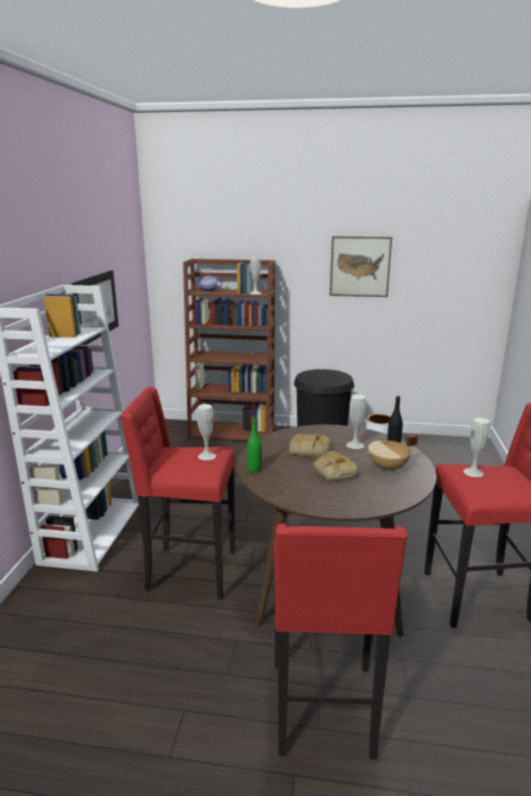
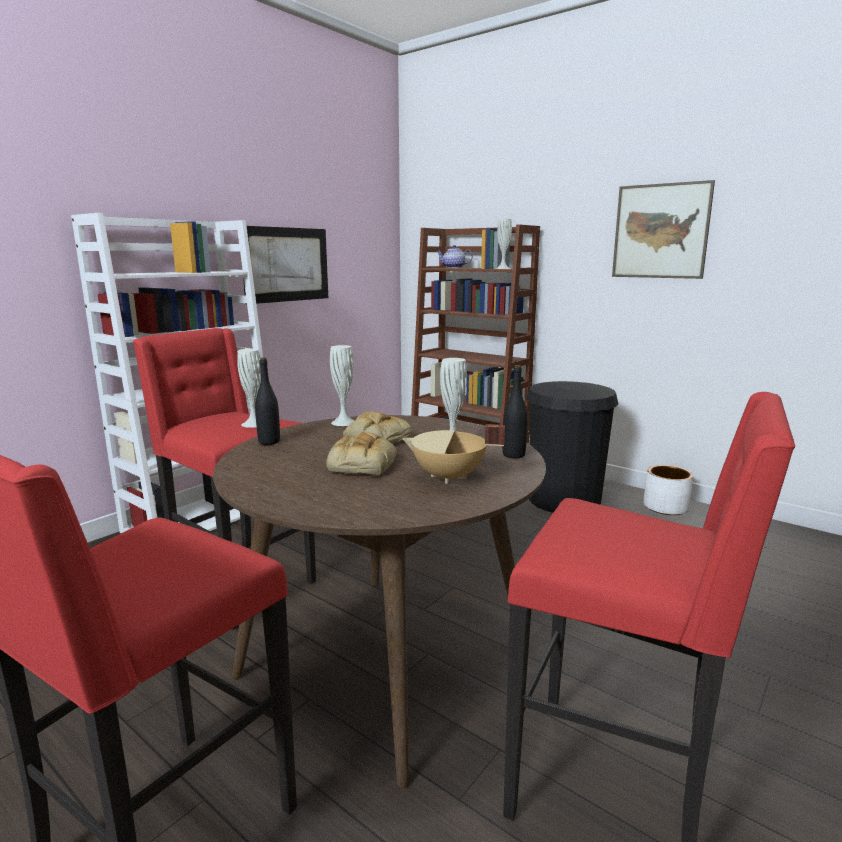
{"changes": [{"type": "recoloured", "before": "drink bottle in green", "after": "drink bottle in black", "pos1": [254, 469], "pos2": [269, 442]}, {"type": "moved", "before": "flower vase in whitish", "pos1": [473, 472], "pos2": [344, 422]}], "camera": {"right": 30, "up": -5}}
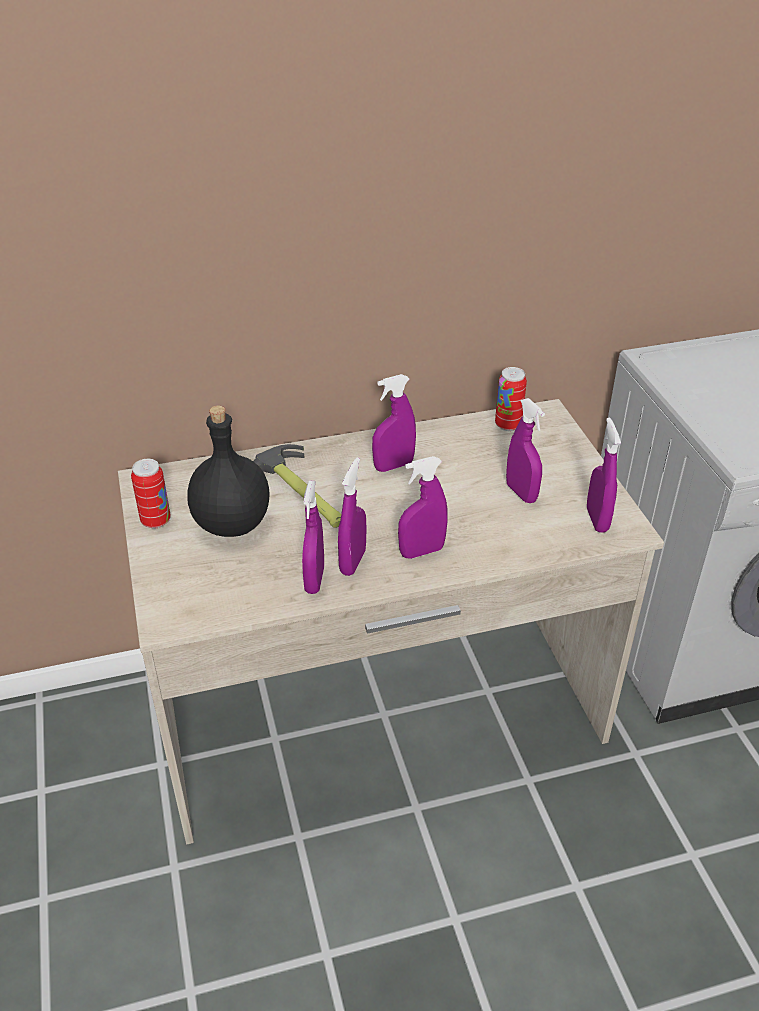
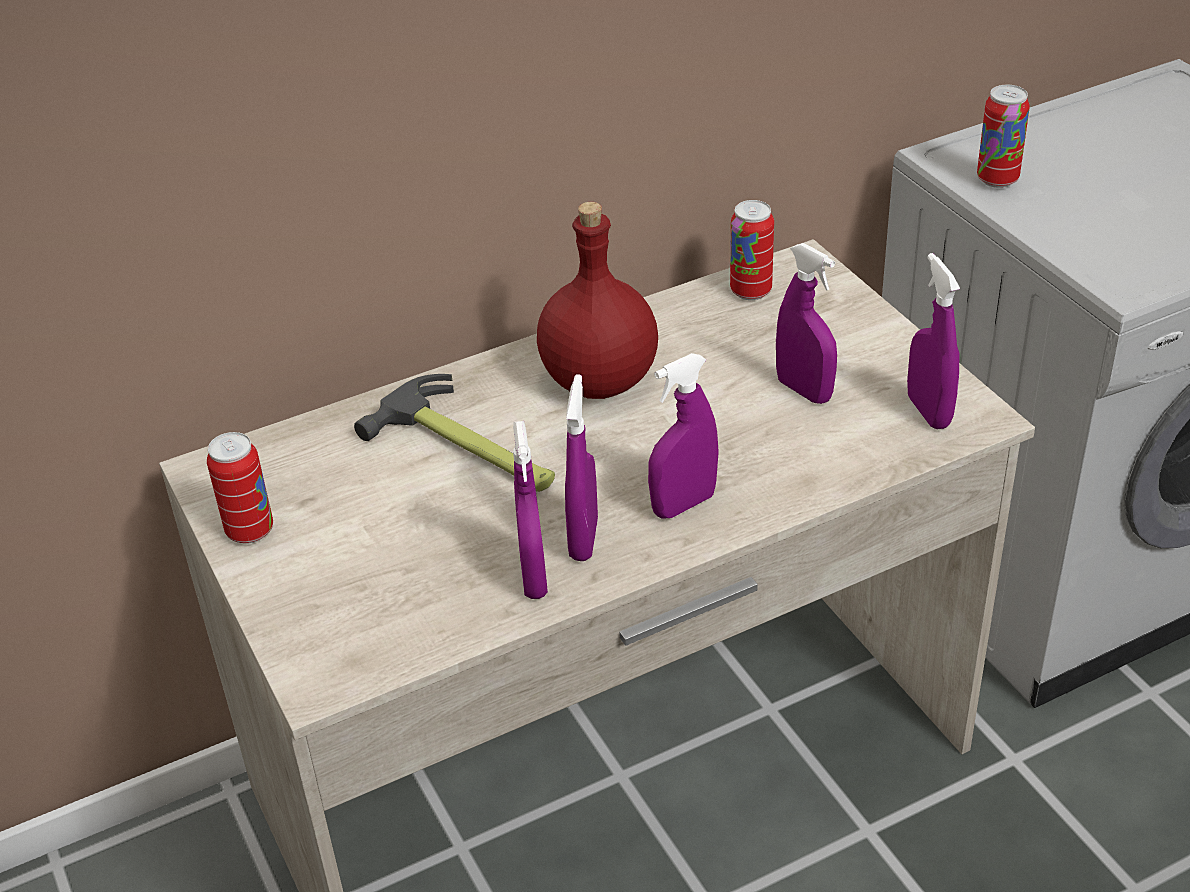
{"changes": [{"type": "replaced", "before": "spray bottle in purple", "after": "drink bottle in reddish", "pos1": [393, 466], "pos2": [597, 382]}, {"type": "added", "after": "can", "pos2": [997, 179]}, {"type": "removed", "before": "drink bottle in black", "pos1": [231, 523]}], "camera": {"right": -10, "up": 0}}
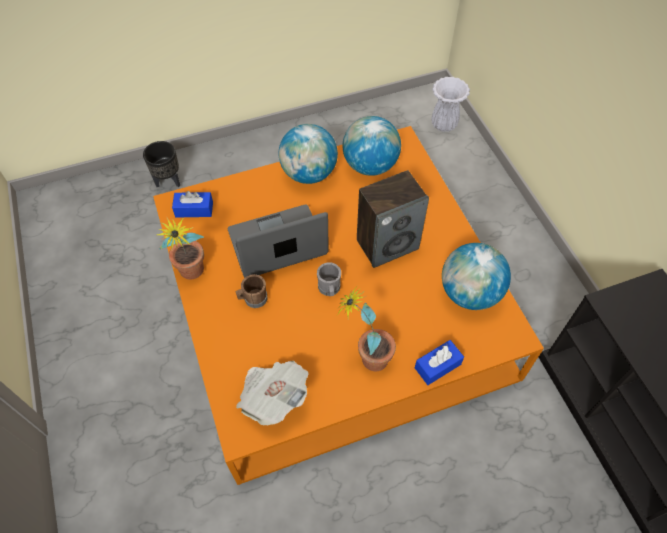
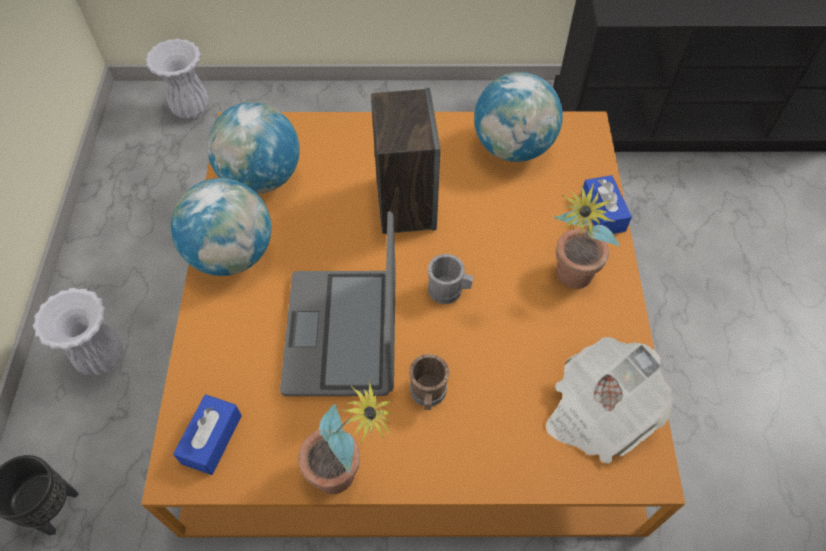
{"changes": [{"type": "added", "after": "flower vase in whitish", "pos2": [101, 357]}], "camera": {"right": -70, "up": 0}}
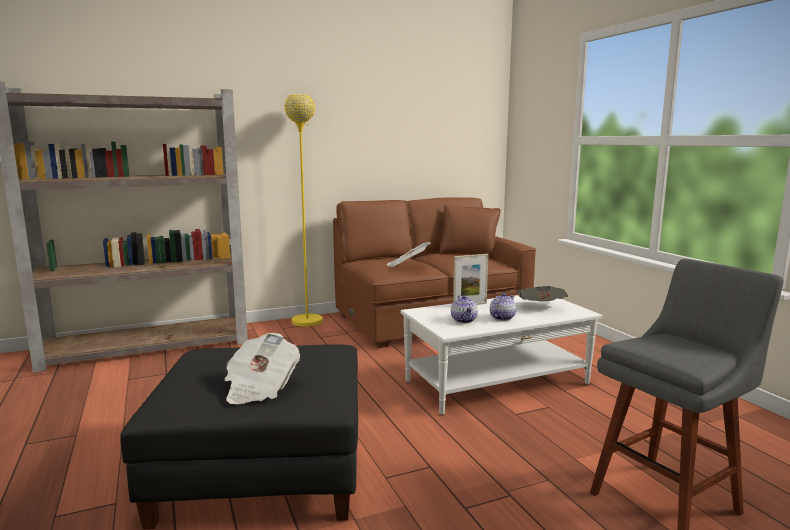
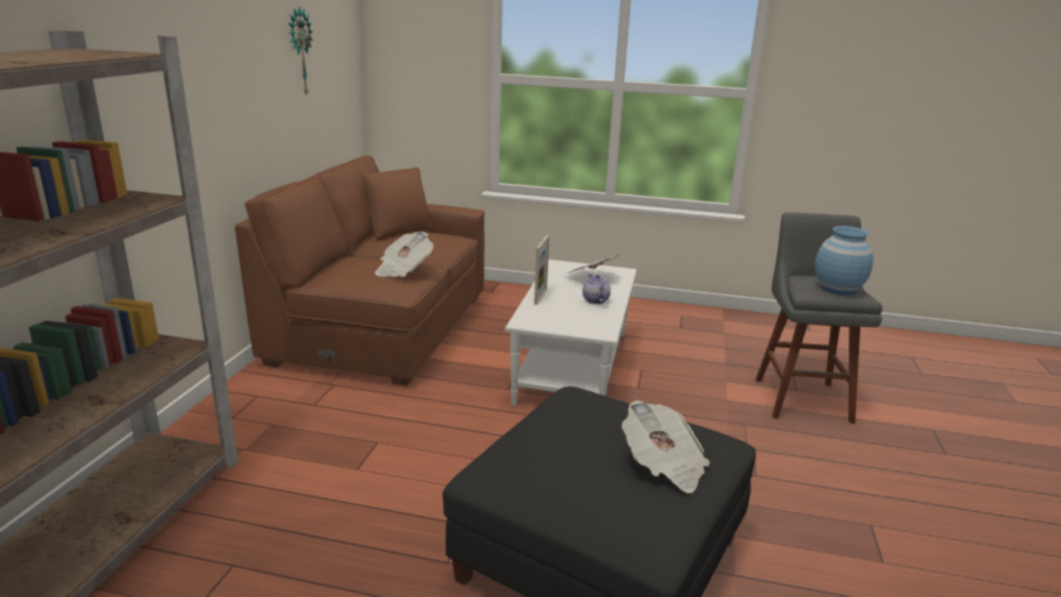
{"changes": [{"type": "added", "after": "hanging clock", "pos2": [299, 52]}, {"type": "added", "after": "flower vase in bluish", "pos2": [838, 288]}, {"type": "removed", "before": "standing lamp in yellowish", "pos1": [307, 321]}, {"type": "removed", "before": "tea pot", "pos1": [464, 320]}], "camera": {"right": -55, "up": 10}}
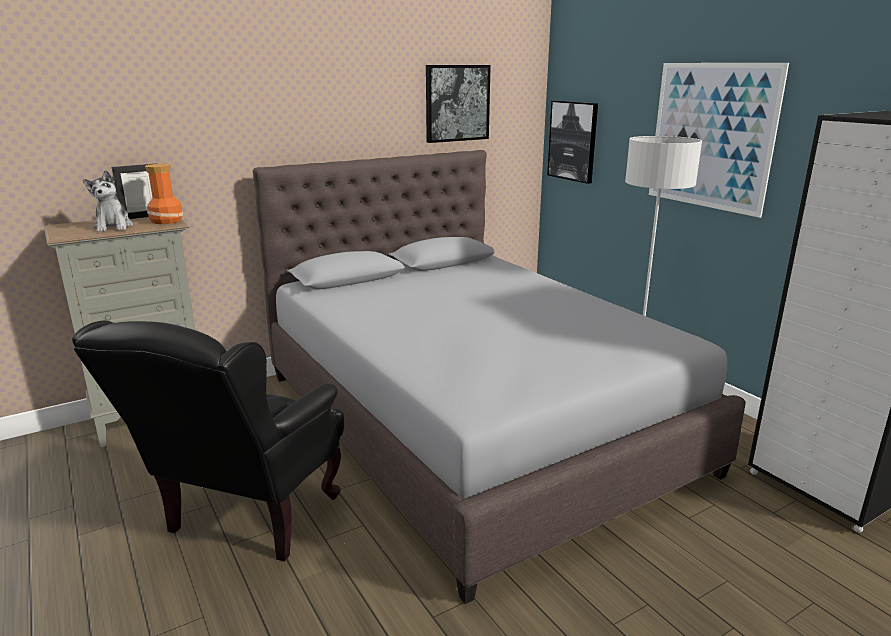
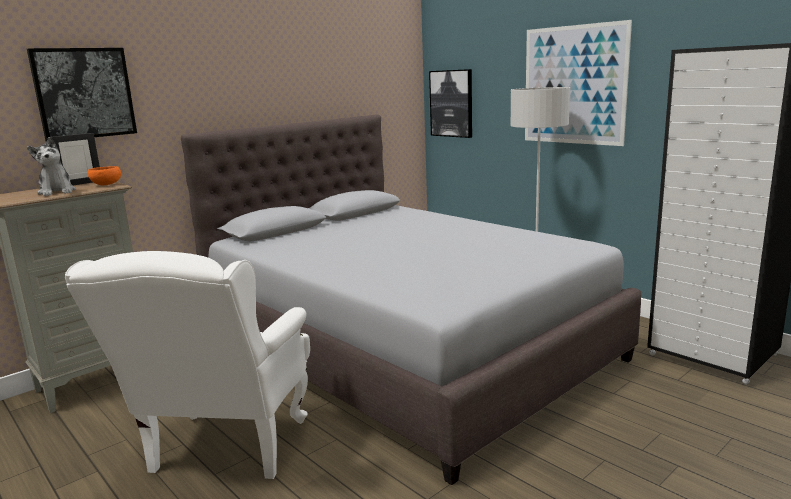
{"changes": [{"type": "moved", "before": "wall art", "pos1": [457, 103], "pos2": [84, 93]}, {"type": "recoloured", "before": "armchair in black", "after": "armchair in whitish", "pos1": [244, 525], "pos2": [223, 455]}, {"type": "replaced", "before": "flower vase", "after": "bowl in orangey", "pos1": [165, 221], "pos2": [106, 184]}], "camera": {"right": -10, "up": -5}}
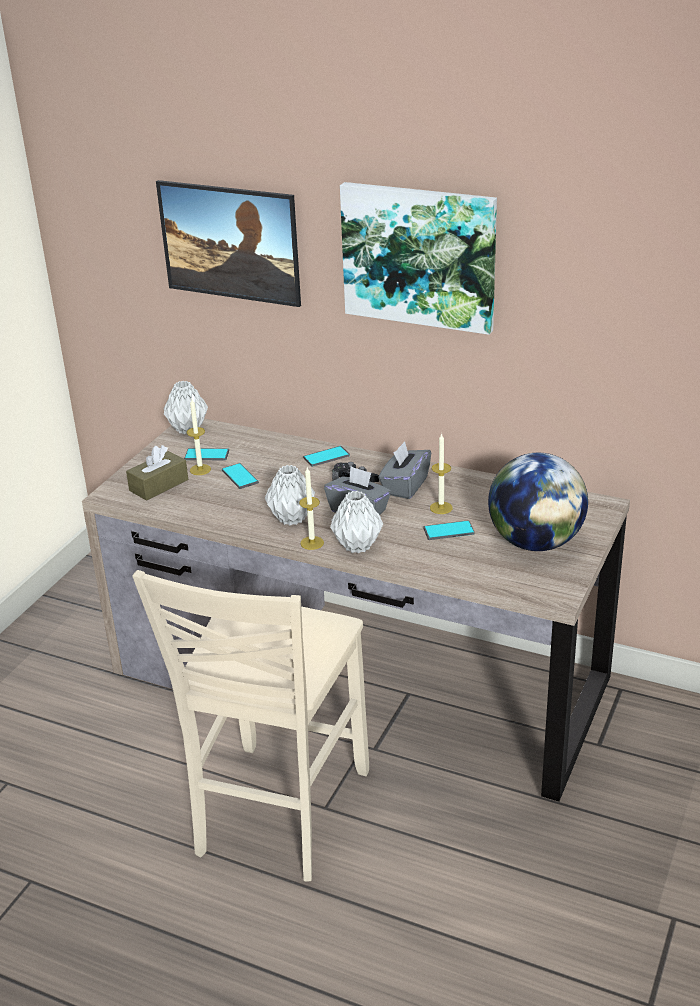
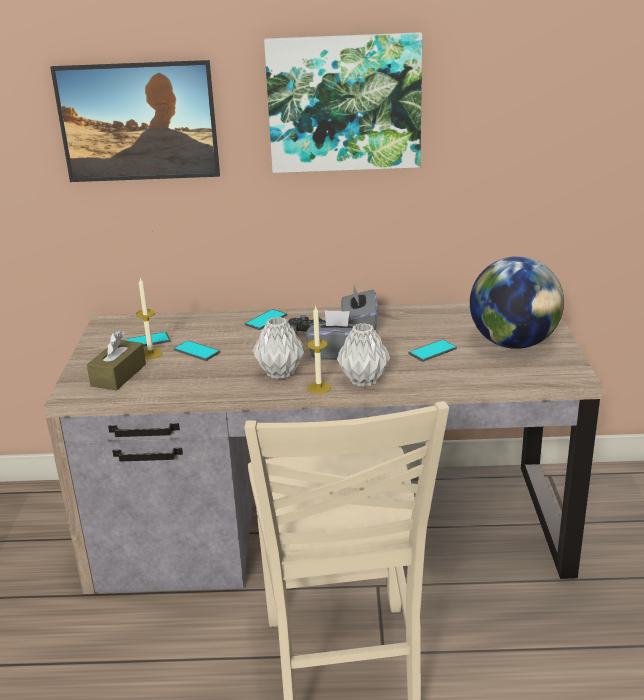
{"changes": [{"type": "removed", "before": "flower vase in gray", "pos1": [187, 429]}, {"type": "removed", "before": "wax candle", "pos1": [441, 508]}], "camera": {"right": -25, "up": -5}}
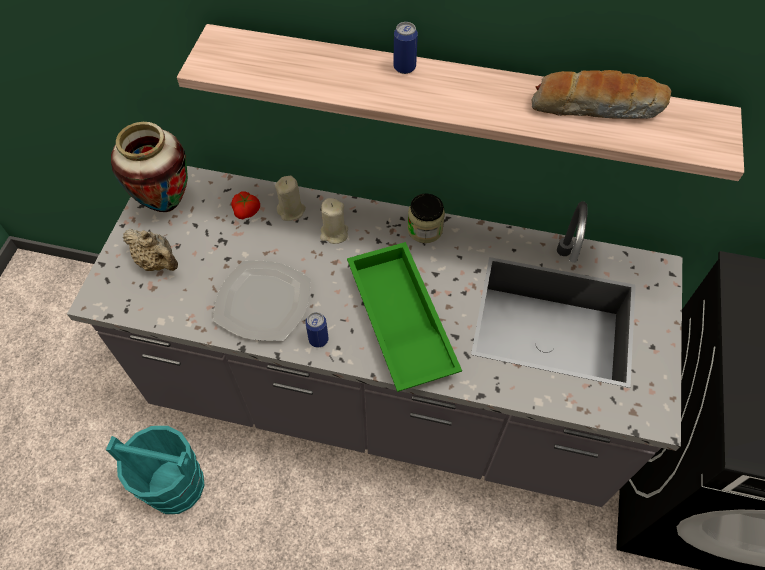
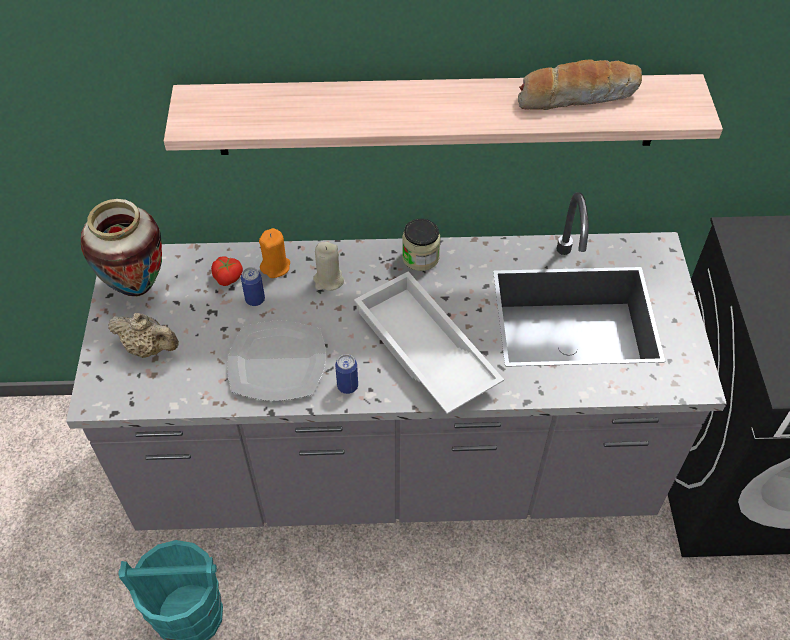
{"changes": [{"type": "moved", "before": "can", "pos1": [404, 67], "pos2": [255, 299]}, {"type": "recoloured", "before": "wax candle in sand-coloured", "after": "wax candle in orangey", "pos1": [291, 210], "pos2": [275, 267]}, {"type": "recoloured", "before": "tray in green", "after": "tray in whitish", "pos1": [398, 321], "pos2": [423, 351]}], "camera": {"right": -15, "up": -5}}
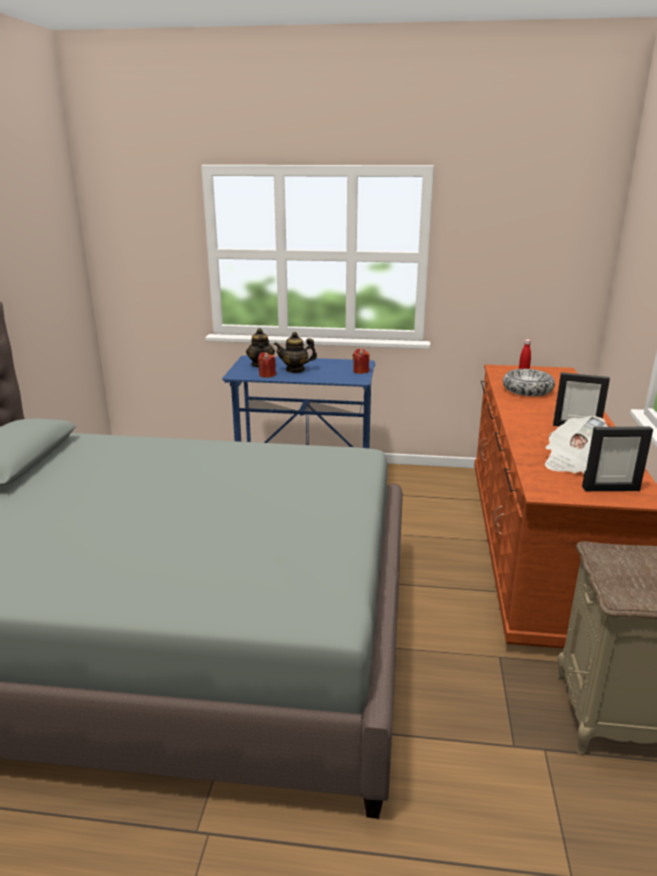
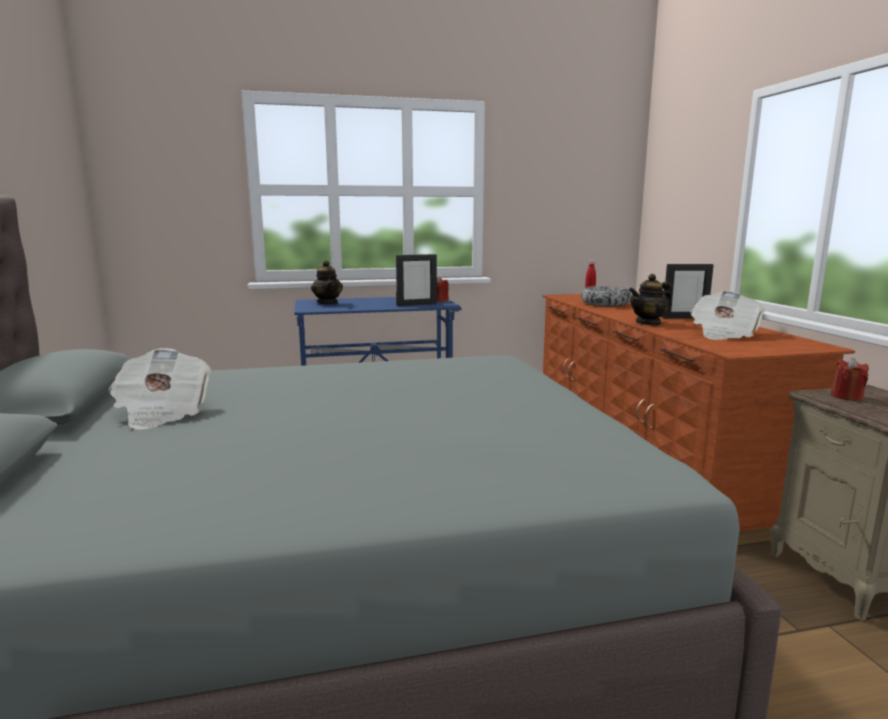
{"changes": [{"type": "added", "after": "printed paper", "pos2": [162, 412]}, {"type": "moved", "before": "standing frame", "pos1": [610, 488], "pos2": [416, 304]}, {"type": "moved", "before": "tea pot", "pos1": [295, 370], "pos2": [648, 323]}, {"type": "moved", "before": "wax candle in reddish", "pos1": [267, 375], "pos2": [846, 396]}], "camera": {"right": -20, "up": -10}}
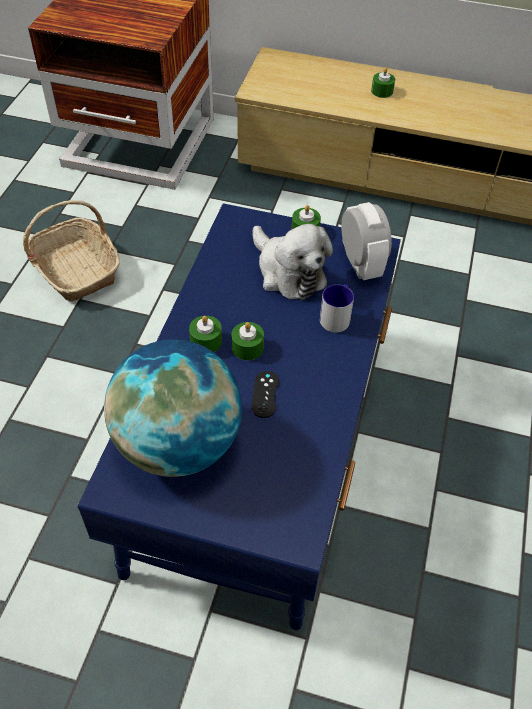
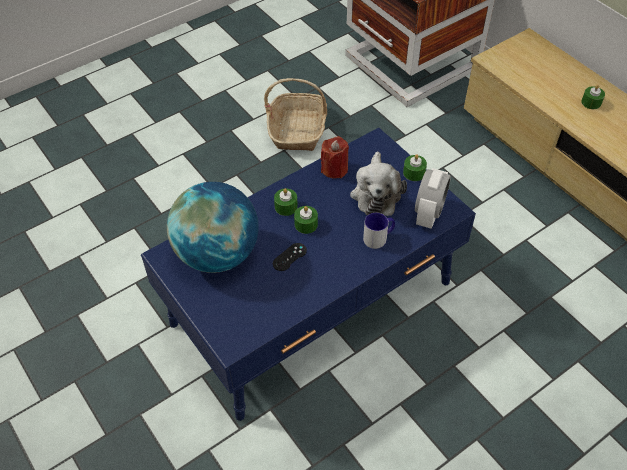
{"changes": [{"type": "added", "after": "wax candle in reddish", "pos2": [334, 169]}], "camera": {"right": 40, "up": 0}}
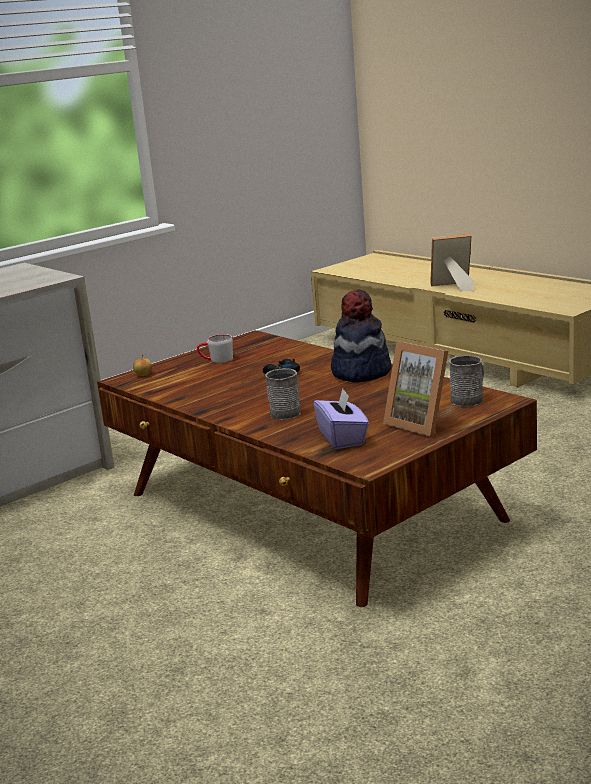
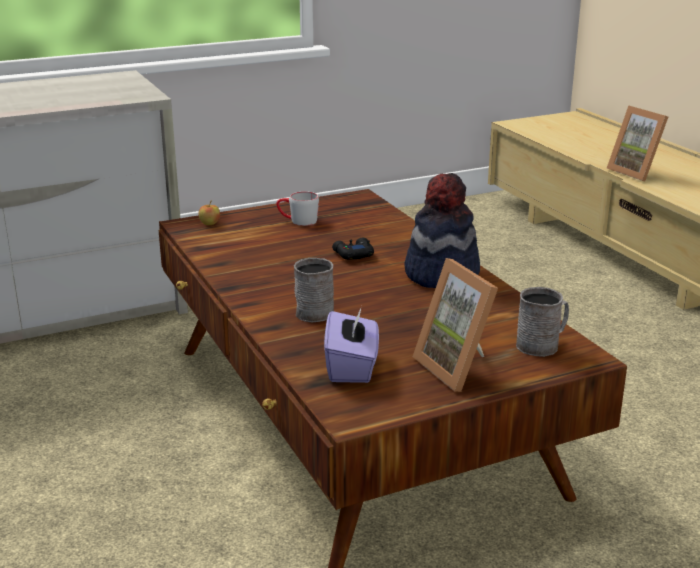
{"changes": [{"type": "turned", "before": "standing frame", "pos1": [452, 287], "pos2": [637, 172], "turn": -135}], "camera": {"right": 15, "up": 5}}
